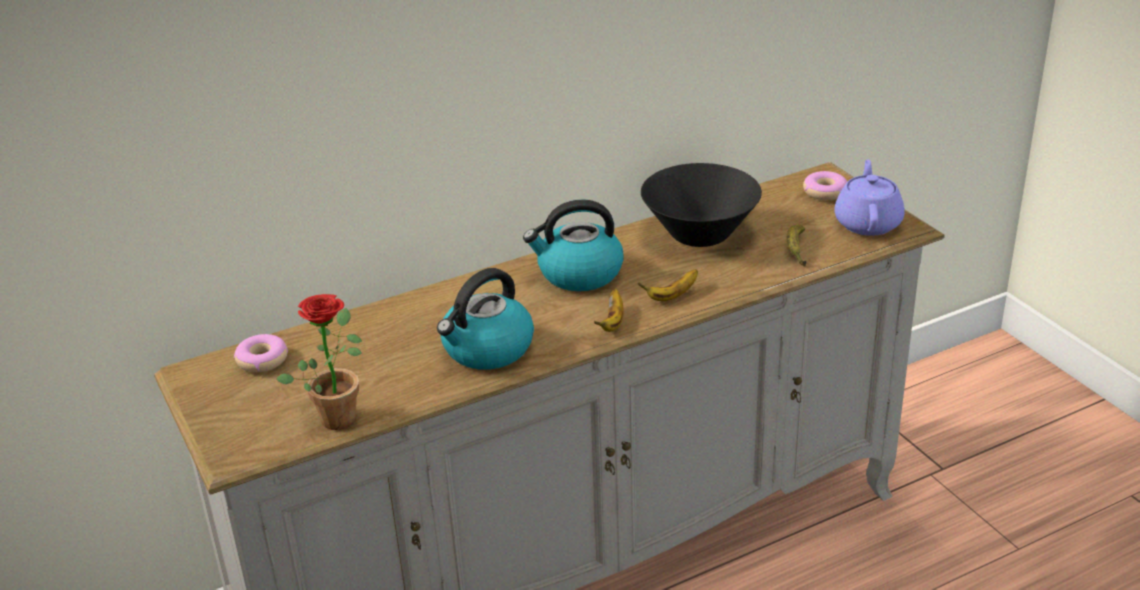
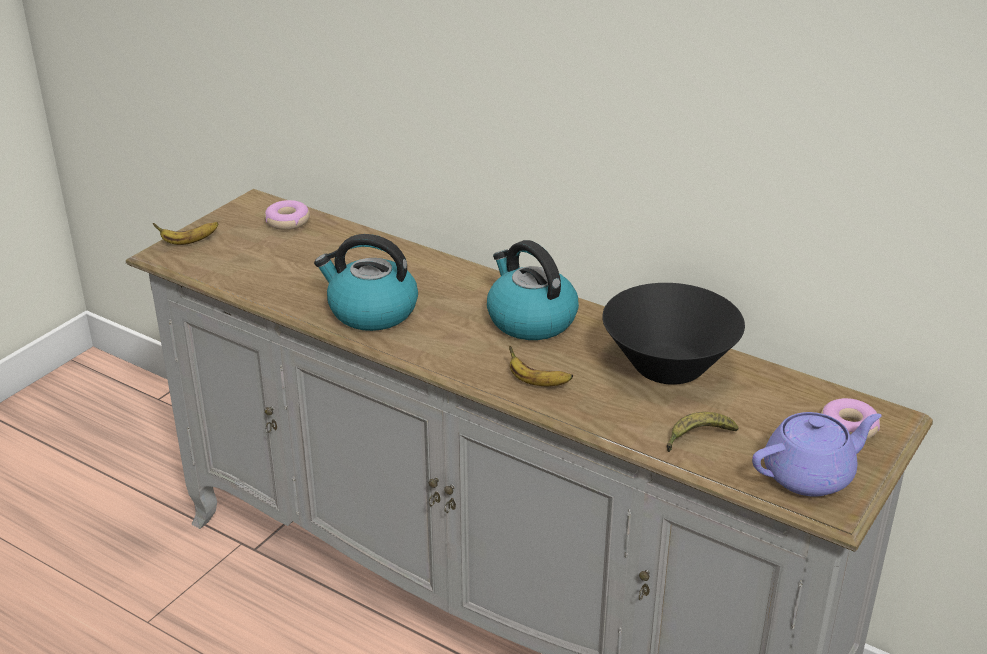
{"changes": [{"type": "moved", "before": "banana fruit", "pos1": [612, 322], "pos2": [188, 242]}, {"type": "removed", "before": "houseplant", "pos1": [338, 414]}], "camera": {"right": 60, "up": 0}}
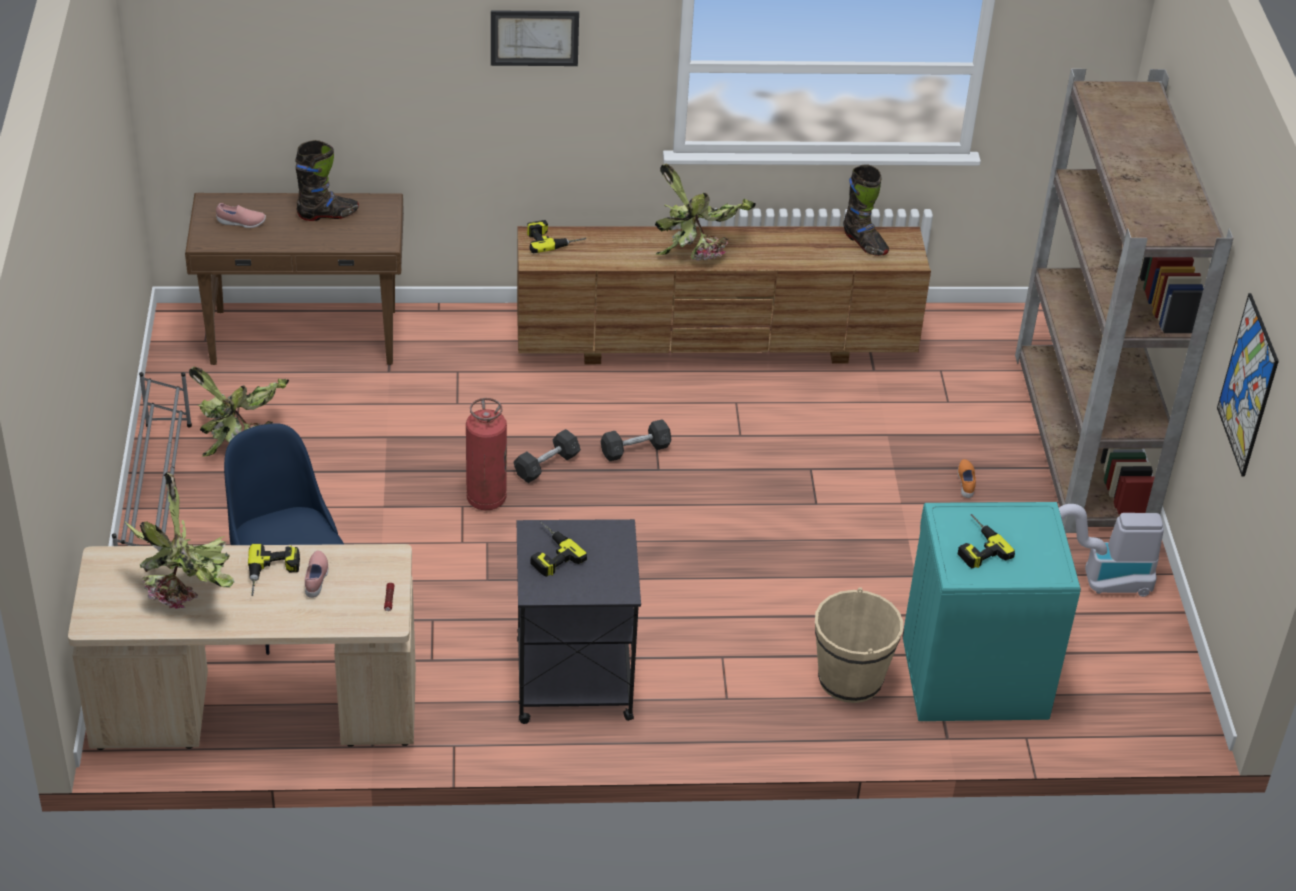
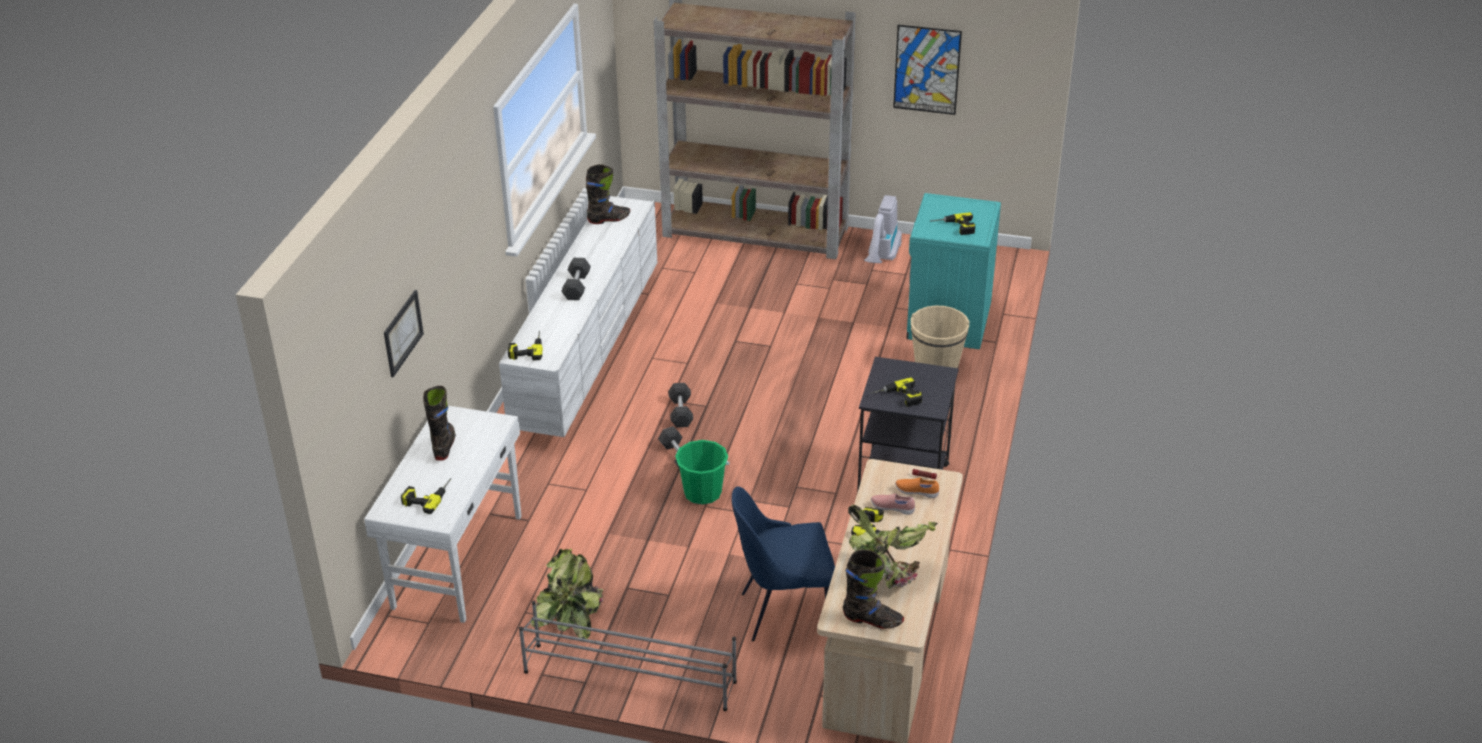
{"changes": [{"type": "recoloured", "before": "console table in brown", "after": "console table in whitish", "pos1": [305, 337], "pos2": [458, 561]}, {"type": "moved", "before": "wall art", "pos1": [534, 37], "pos2": [402, 333]}, {"type": "replaced", "before": "item of footwear in pinkish", "after": "electric drill", "pos1": [241, 223], "pos2": [427, 495]}, {"type": "recoloured", "before": "cabinet in brown", "after": "cabinet in whitish", "pos1": [714, 347], "pos2": [587, 355]}, {"type": "replaced", "before": "houseplant", "after": "free weight in gray", "pos1": [698, 249], "pos2": [576, 286]}, {"type": "replaced", "before": "extinguisher", "after": "water bucket in green", "pos1": [486, 499], "pos2": [702, 493]}, {"type": "added", "after": "tall boot in black", "pos2": [872, 620]}, {"type": "moved", "before": "item of footwear in orangey", "pos1": [966, 483], "pos2": [916, 492]}], "camera": {"right": -70, "up": -5}}
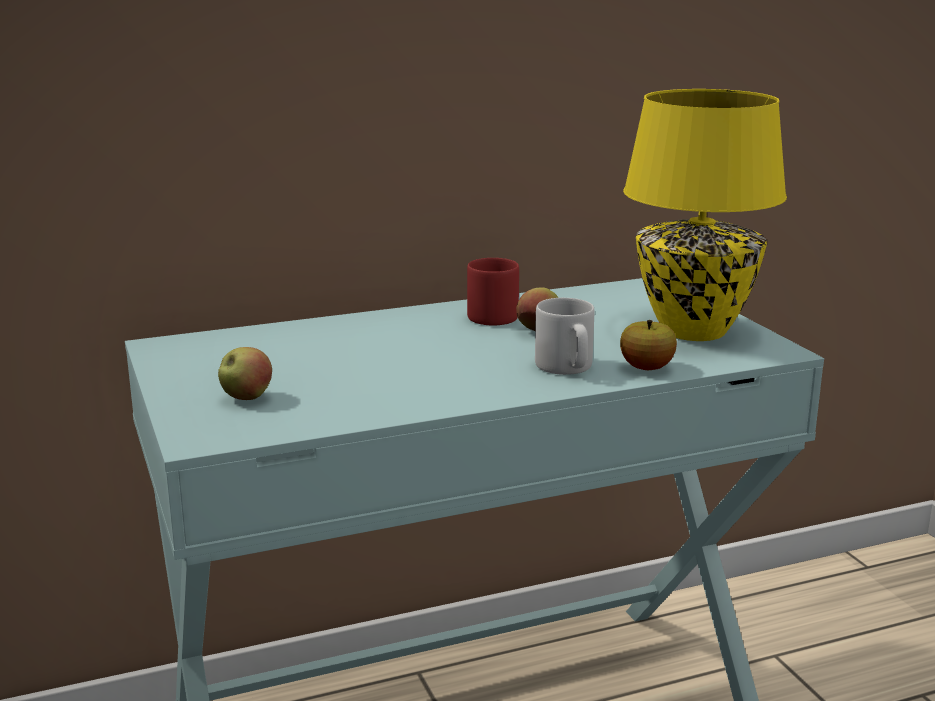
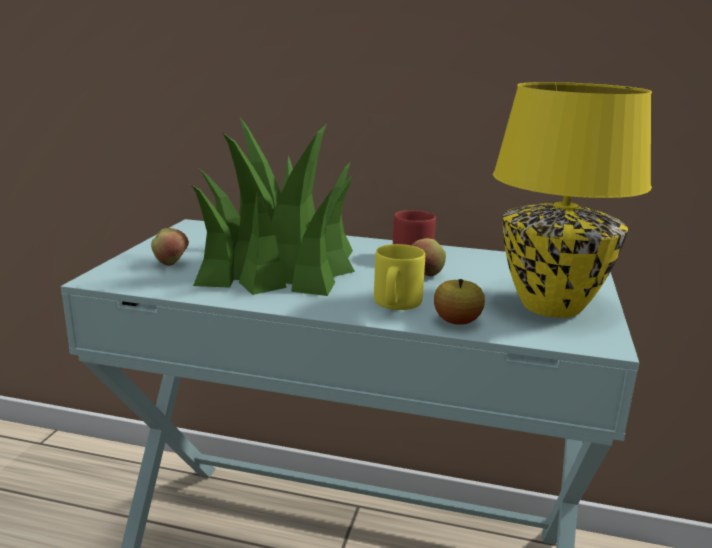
{"changes": [{"type": "added", "after": "houseplant", "pos2": [278, 265]}, {"type": "recoloured", "before": "tea mug in gray", "after": "tea mug in yellowish", "pos1": [566, 368], "pos2": [396, 304]}], "camera": {"right": 35, "up": 0}}
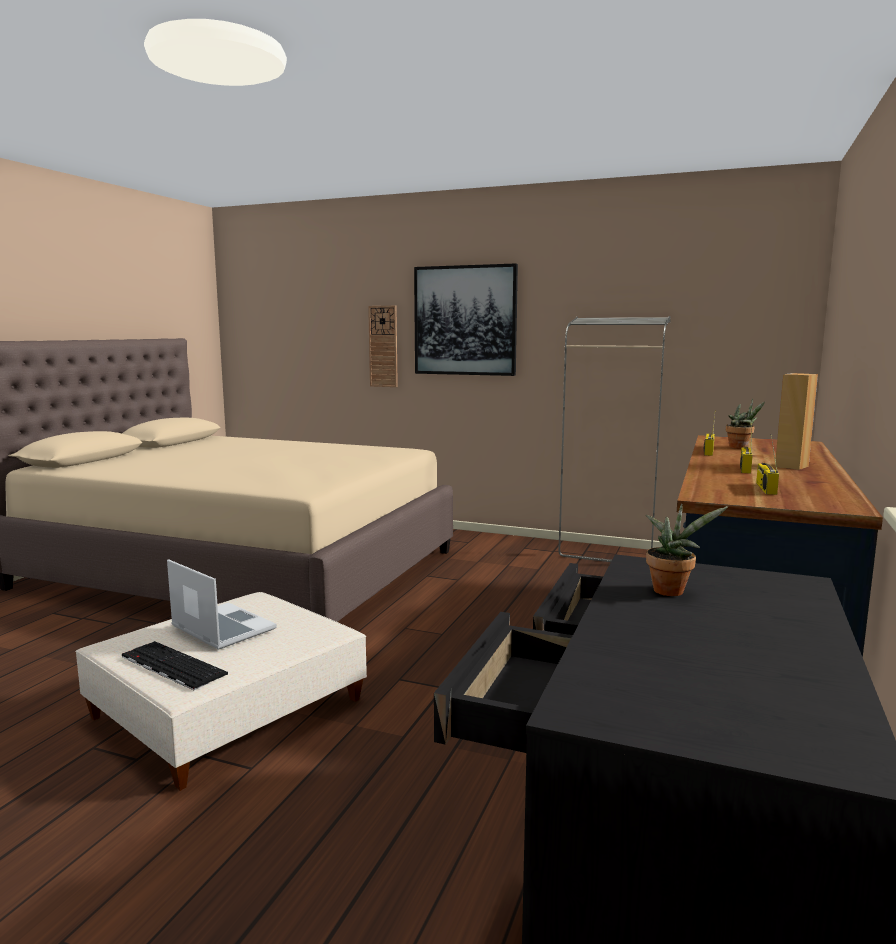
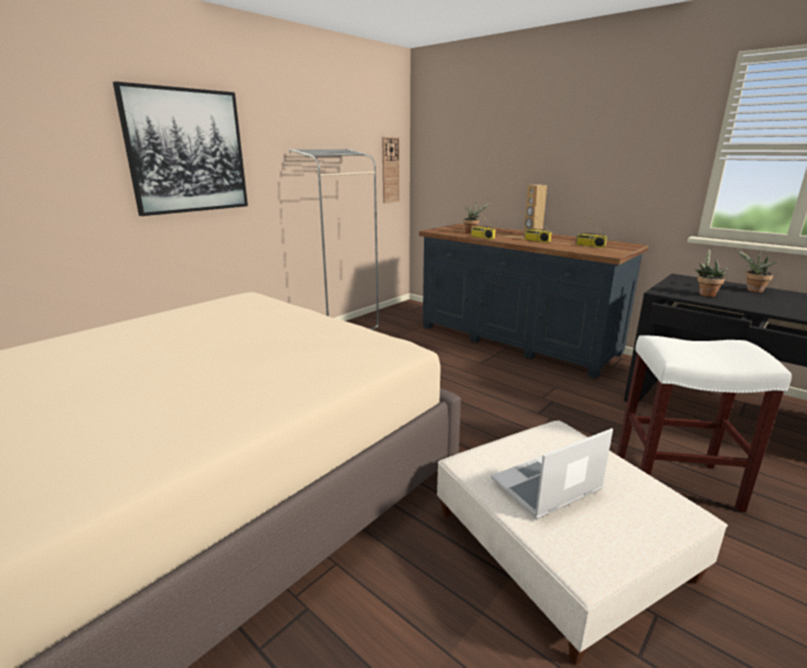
{"changes": [{"type": "moved", "before": "hanging clock", "pos1": [383, 346], "pos2": [390, 170]}, {"type": "added", "after": "sitting stool in whitish", "pos2": [674, 483]}, {"type": "added", "after": "houseplant", "pos2": [752, 290]}, {"type": "removed", "before": "computer keyboard", "pos1": [171, 665]}], "camera": {"right": -70, "up": 10}}
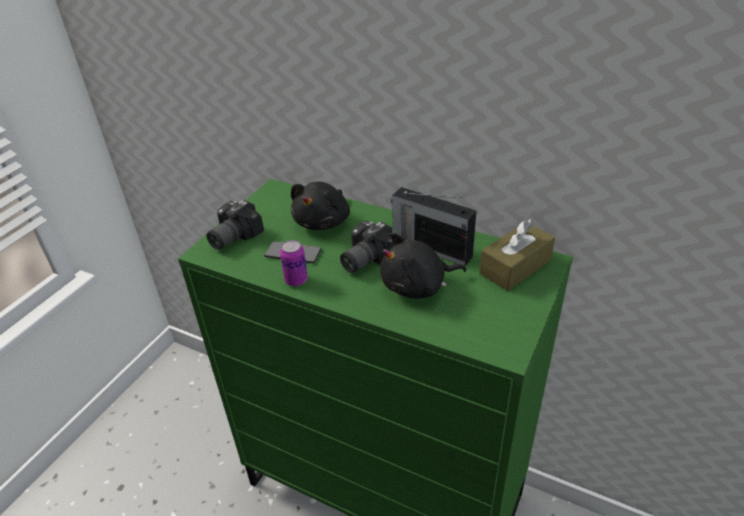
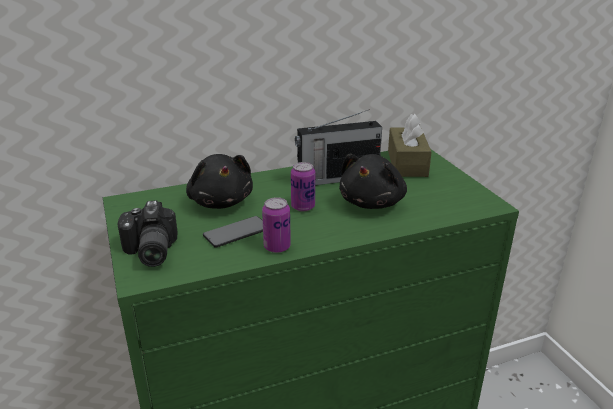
{"changes": [{"type": "replaced", "before": "still camera", "after": "can", "pos1": [364, 258], "pos2": [303, 207]}], "camera": {"right": -50, "up": -10}}
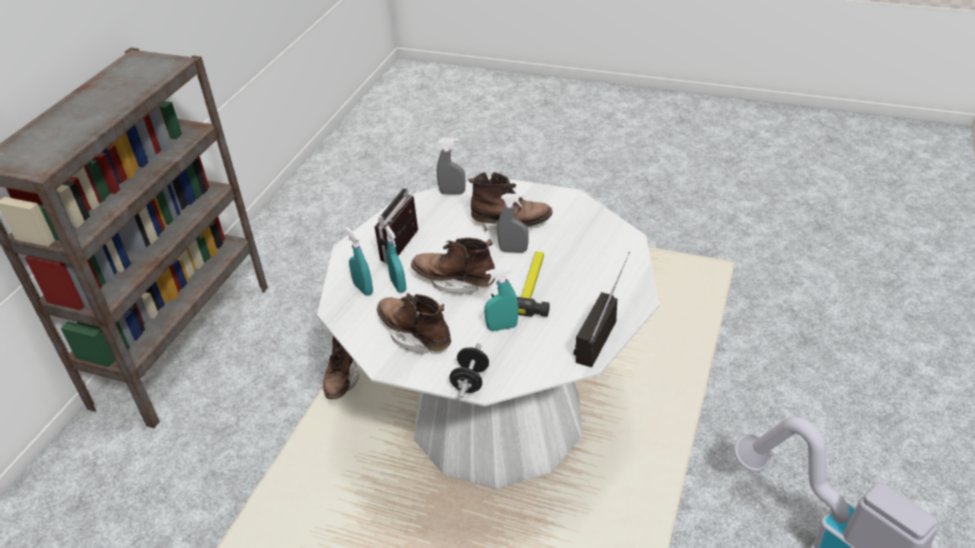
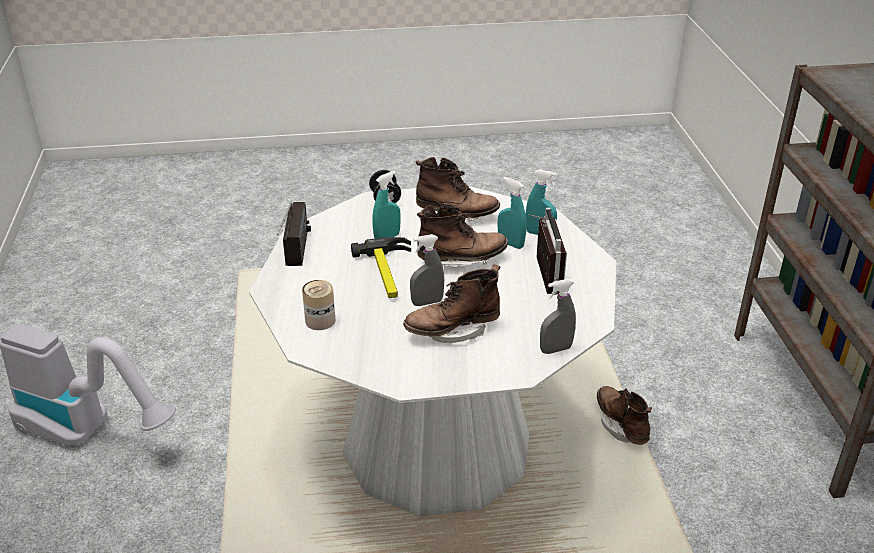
{"changes": [{"type": "added", "after": "can", "pos2": [320, 321]}], "camera": {"right": 150, "up": -5}}
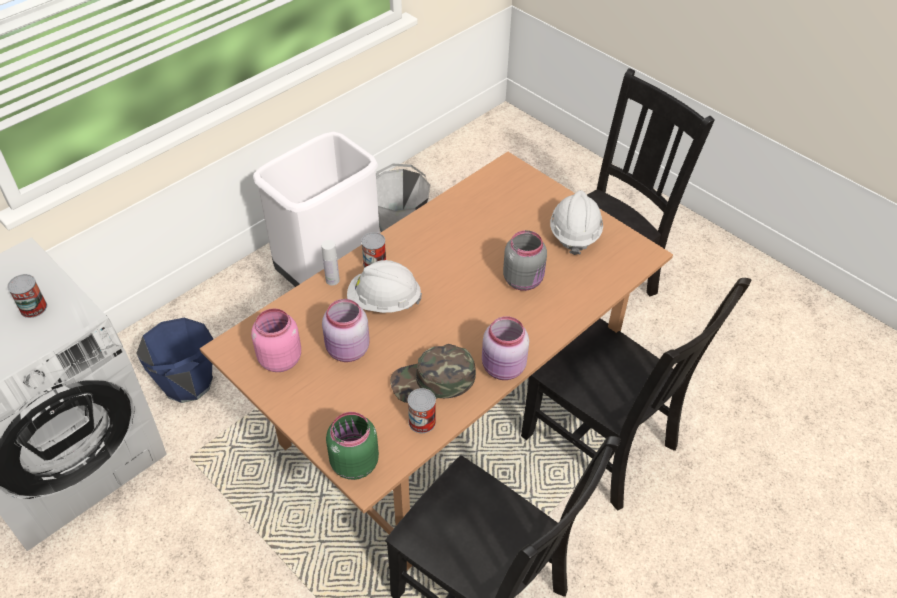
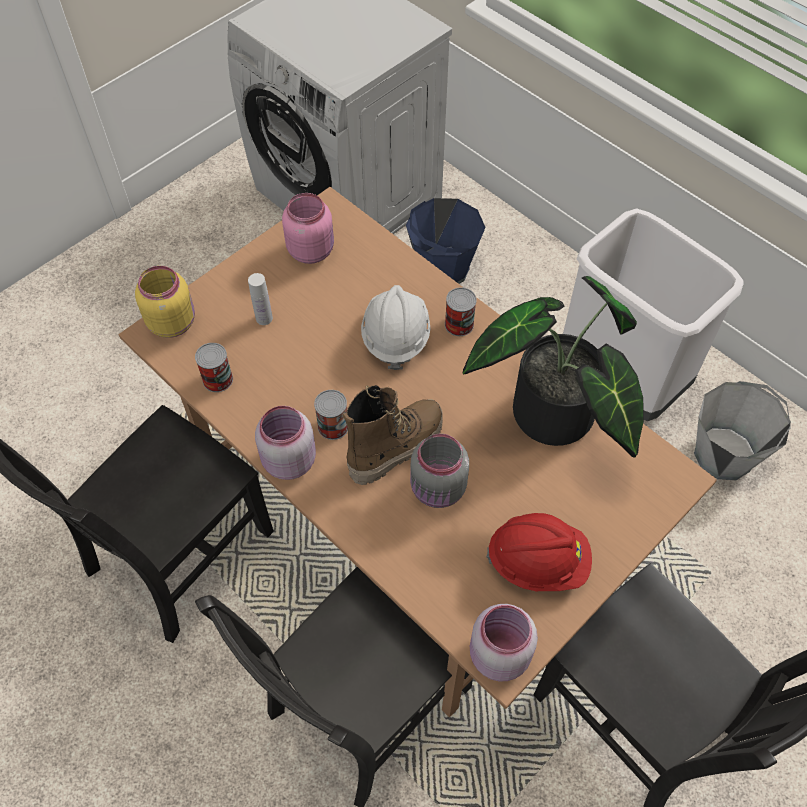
{"changes": [{"type": "recoloured", "before": "jar in green", "after": "jar in yellowish", "pos1": [353, 463], "pos2": [172, 322]}, {"type": "moved", "before": "drink bottle in whitish", "pos1": [332, 280], "pos2": [264, 318]}, {"type": "moved", "before": "can", "pos1": [33, 308], "pos2": [333, 426]}, {"type": "added", "after": "tall boot", "pos2": [395, 447]}, {"type": "added", "after": "houseplant", "pos2": [553, 421]}, {"type": "moved", "before": "jar in pinkish", "pos1": [347, 351], "pos2": [497, 654]}, {"type": "recoloured", "before": "safety helmet in whitish", "after": "safety helmet in reddish", "pos1": [574, 233], "pos2": [538, 562]}, {"type": "removed", "before": "peaked cap in green", "pos1": [433, 381]}], "camera": {"right": 90, "up": 10}}
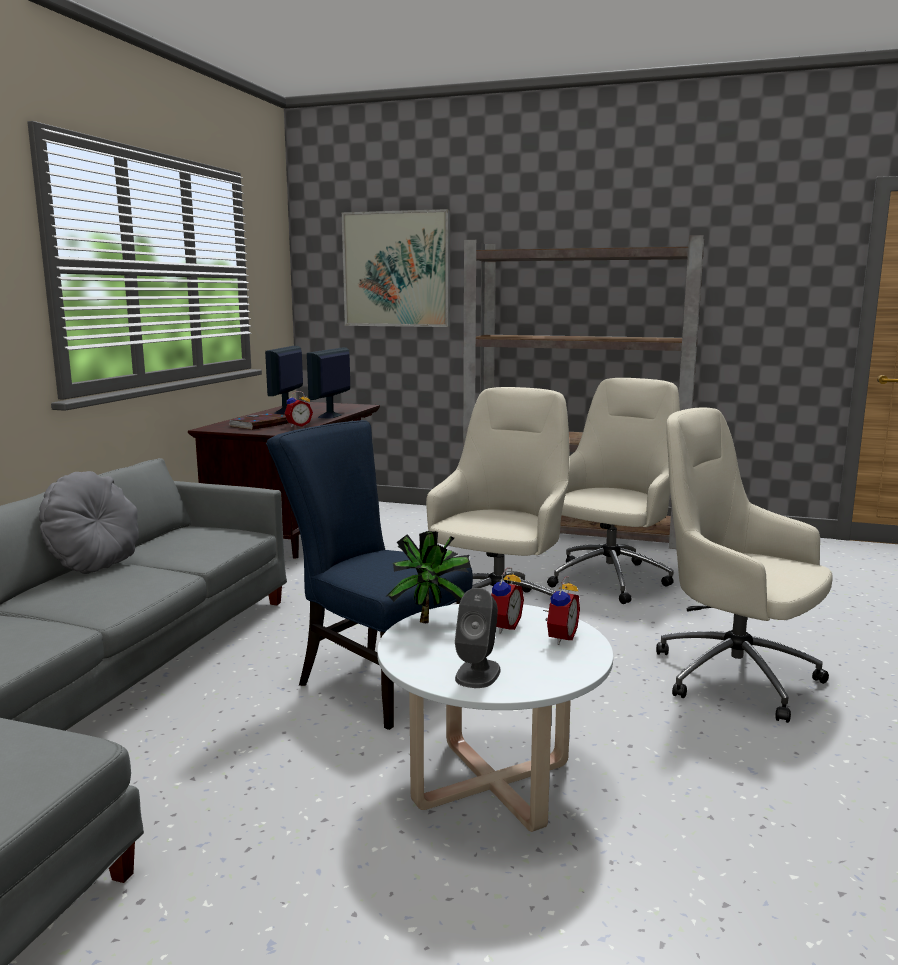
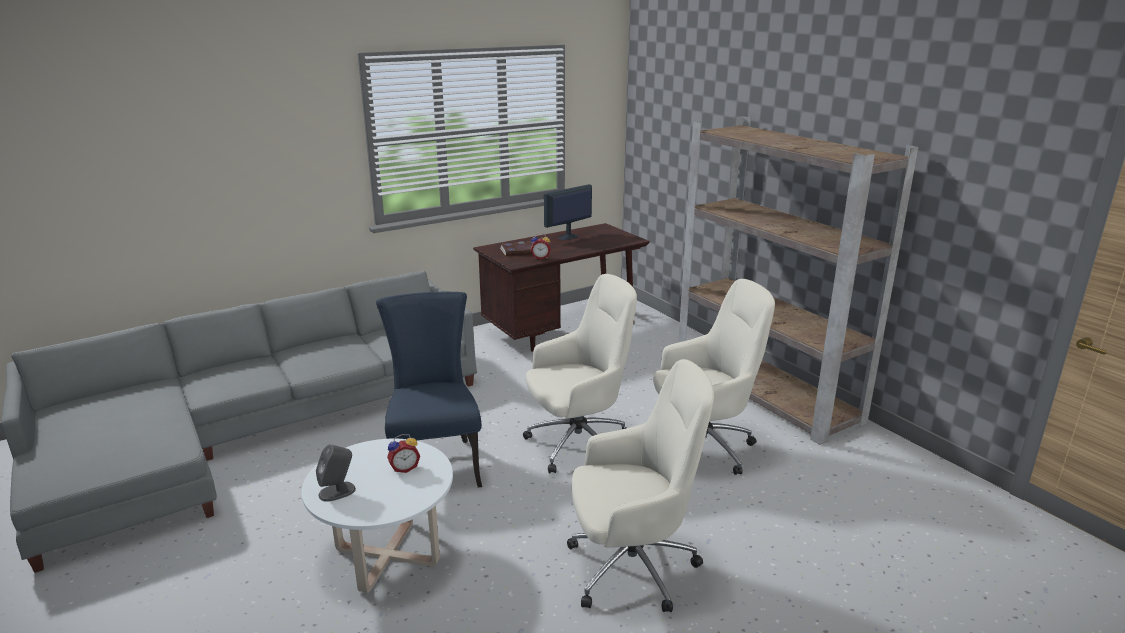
{"changes": [{"type": "turned", "before": "desk chair in sand-coloured", "pos1": [733, 678], "pos2": [632, 569], "turn": 90}, {"type": "removed", "before": "pillow in gray", "pos1": [95, 567]}, {"type": "removed", "before": "computer screen", "pos1": [330, 416]}, {"type": "removed", "before": "wall art", "pos1": [396, 269]}, {"type": "removed", "before": "houseplant", "pos1": [430, 621]}, {"type": "removed", "before": "alarm clock", "pos1": [559, 637]}], "camera": {"right": 40, "up": 10}}
